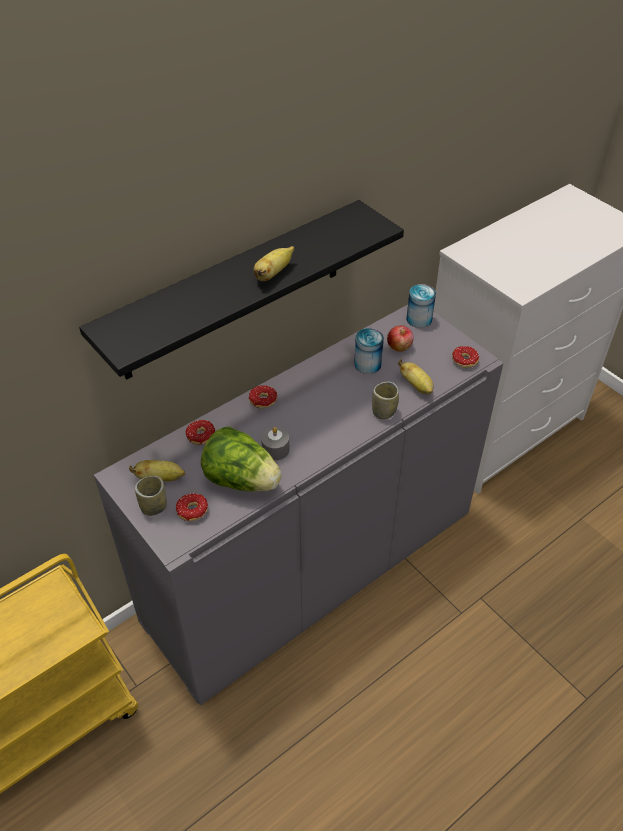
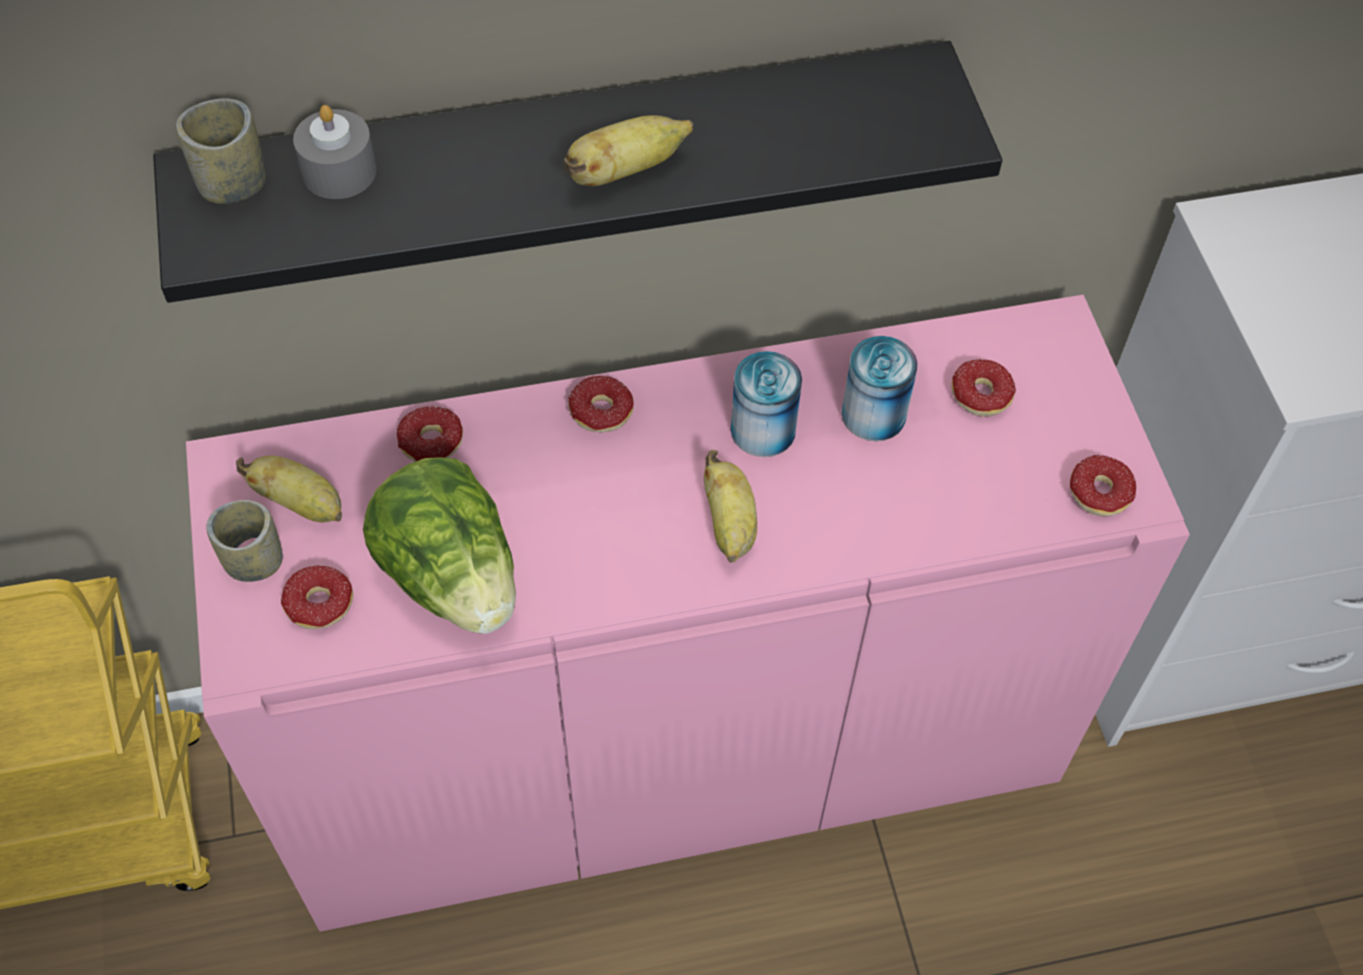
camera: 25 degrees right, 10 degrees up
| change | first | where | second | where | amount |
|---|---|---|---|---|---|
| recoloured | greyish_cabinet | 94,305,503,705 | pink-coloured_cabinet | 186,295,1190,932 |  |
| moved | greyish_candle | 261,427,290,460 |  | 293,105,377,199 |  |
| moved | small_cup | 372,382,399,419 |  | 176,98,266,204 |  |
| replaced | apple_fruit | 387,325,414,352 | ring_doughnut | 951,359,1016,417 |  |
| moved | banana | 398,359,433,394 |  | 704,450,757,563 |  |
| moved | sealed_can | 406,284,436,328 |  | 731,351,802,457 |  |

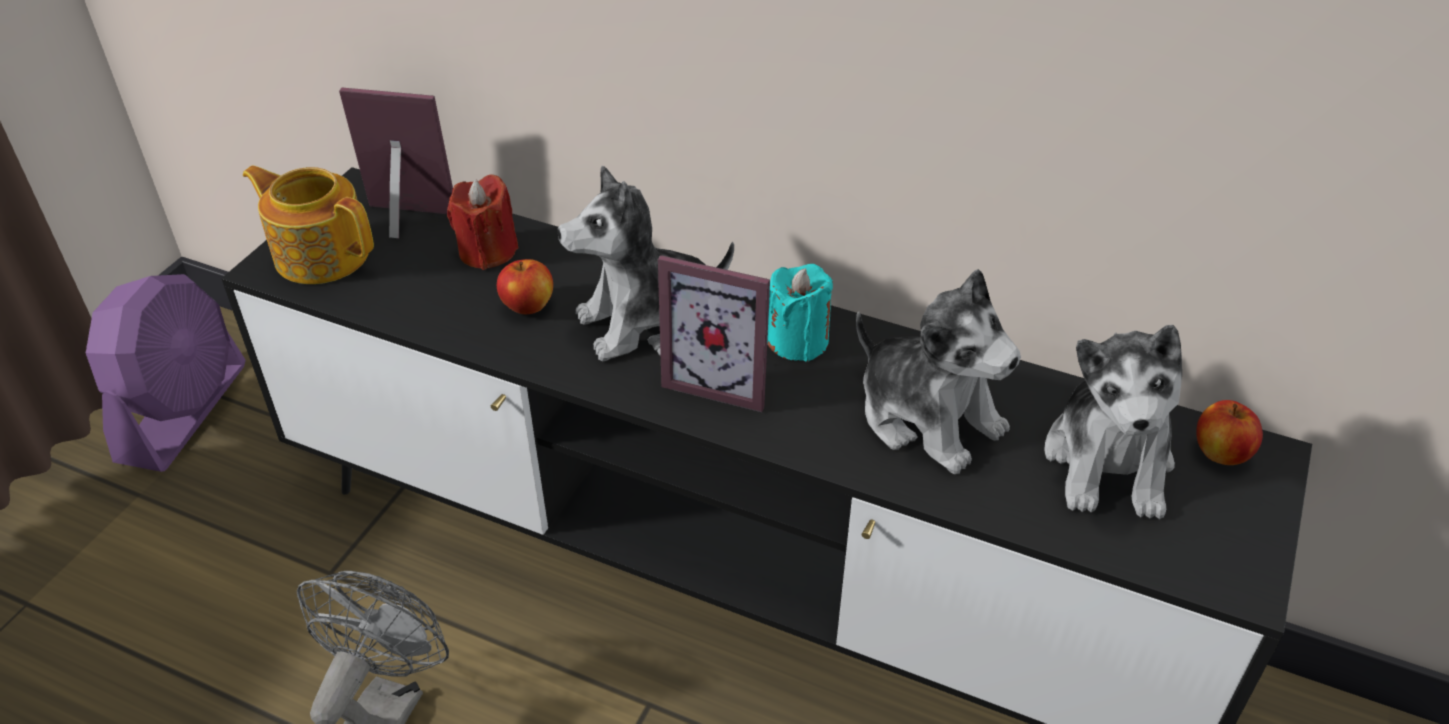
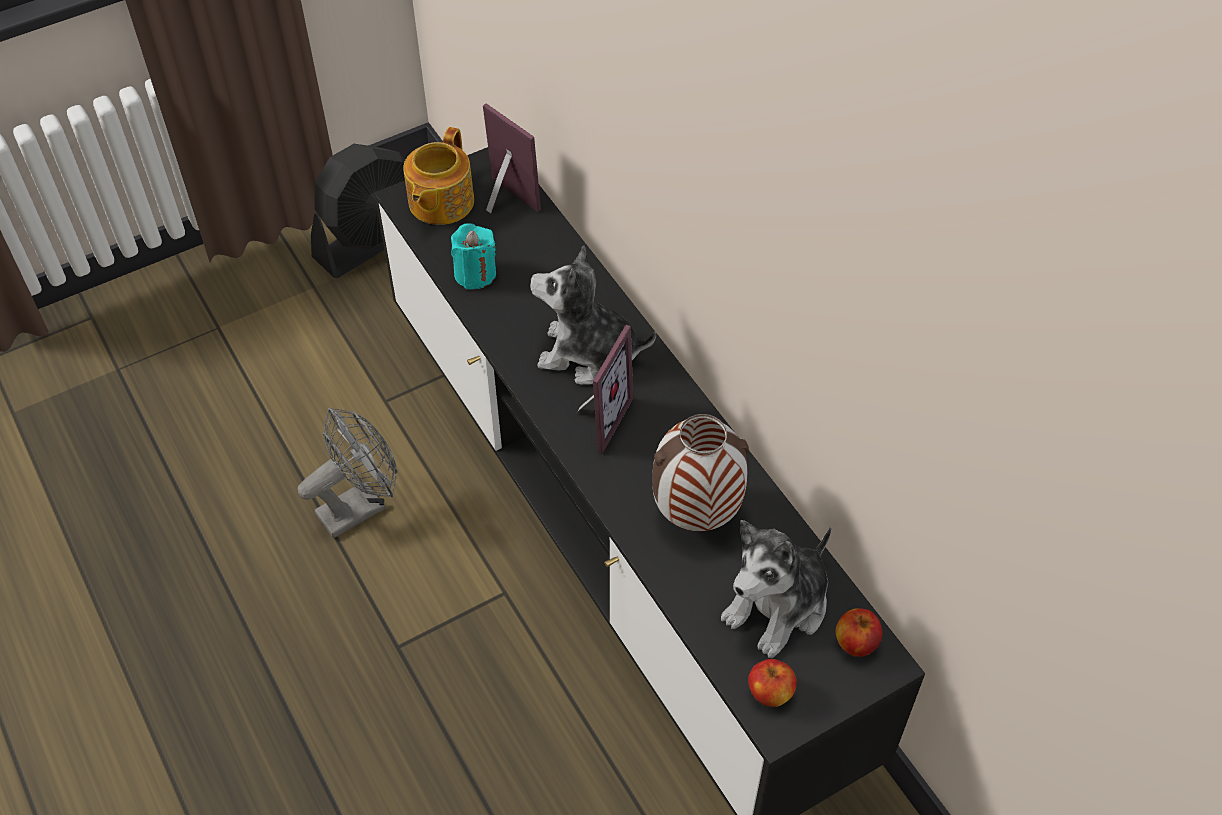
camera: 35 degrees right, 10 degrees up
| change | first | where | second | where | amount |
|---|---|---|---|---|---|
| recoloured | purple-coloured_cooling_fan | 86,274,246,472 | black_cooling_fan | 311,144,405,278 |  |
| turned | teapot | 243,166,374,284 |  | 403,127,474,225 | 135 degrees counterclockwise |
| removed | red_candle | 447,175,519,270 |  |  |  |
| moved | apple_fruit | 497,259,553,314 |  | 748,659,797,707 |  |
| turned | photo_frame | 658,255,770,412 |  | 577,325,633,454 | 120 degrees counterclockwise |
| moved | turquoise-coloured_candle | 767,264,833,362 |  | 451,223,496,289 |  |
| replaced | soft_toy | 856,269,1021,474 | decorative_vase | 652,414,749,531 |  |

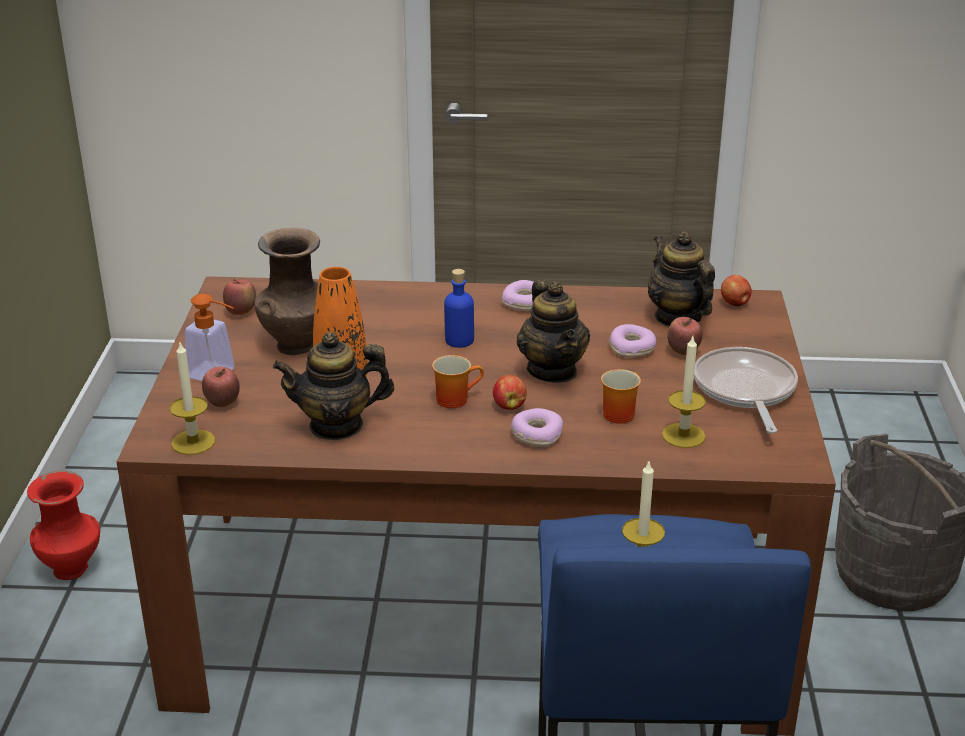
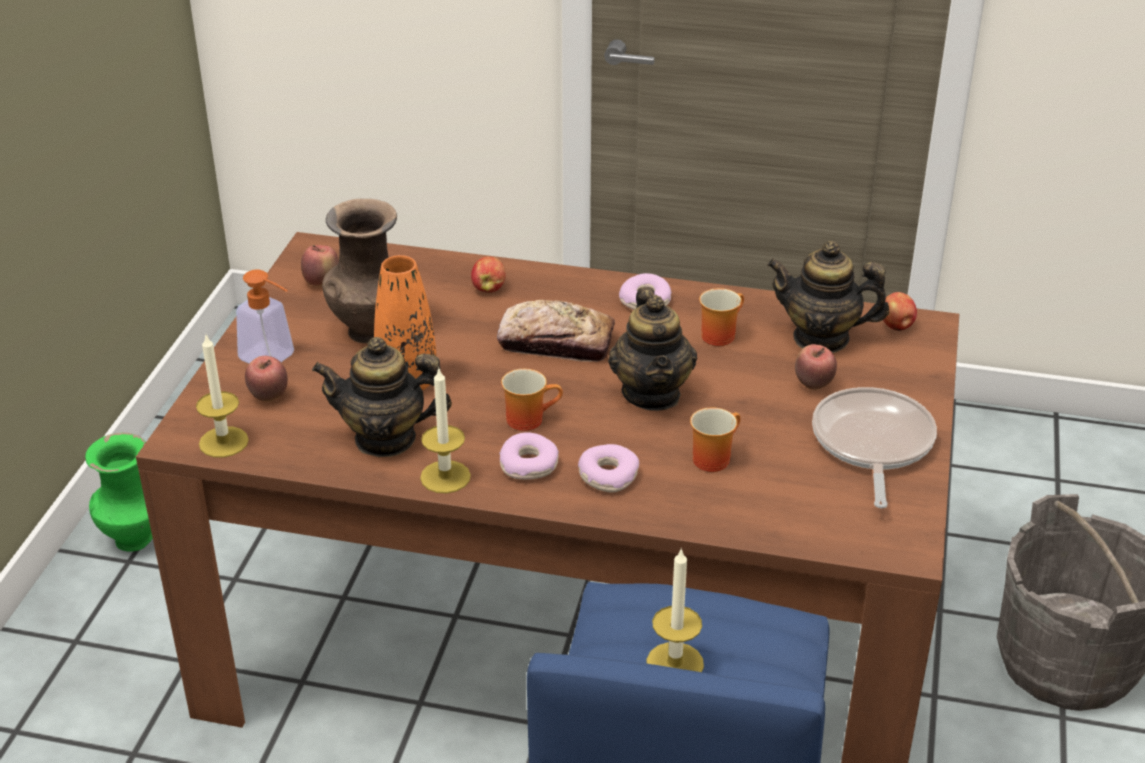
camera: 10 degrees right, 5 degrees up
| change | first | where | second | where | amount |
|---|---|---|---|---|---|
| recoloured | red_decorative_vase | 27,471,100,580 | greenish_decorative_vase | 85,433,153,552 |  |
| replaced | bluish_beverage_bottle | 444,269,474,348 | baked_bread | 497,300,615,362 |  |
| moved | apple_fruit | 493,375,527,410 |  | 471,256,506,293 |  |
| moved | ring_doughnut | 609,324,656,358 |  | 499,432,559,480 |  |
| turned | teapot | 648,231,715,327 |  | 767,241,889,353 | 60 degrees counterclockwise |
| moved | candle | 662,337,706,448 |  | 420,369,471,493 |  |
| added |  |  | mug | 699,288,744,346 |  |

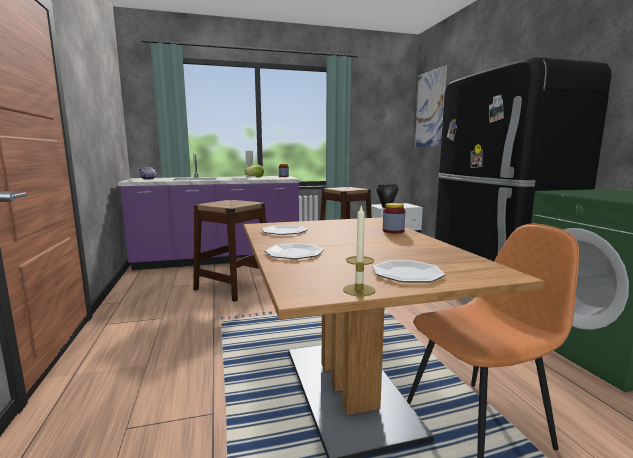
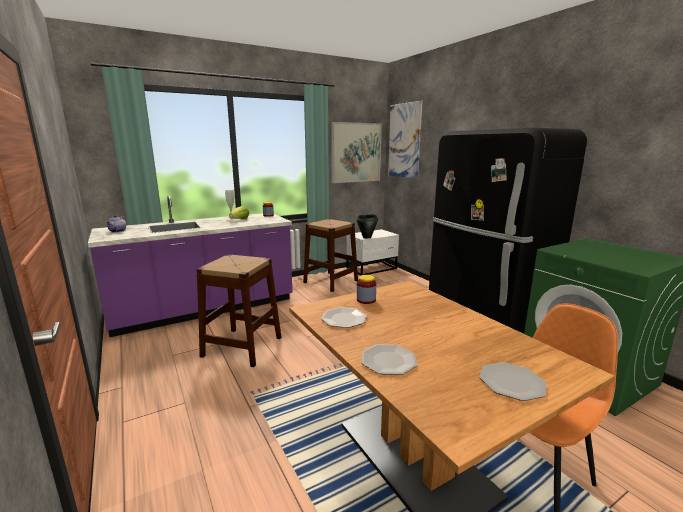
camera: 15 degrees left, 5 degrees up
| change | first | where | second | where | amount |
|---|---|---|---|---|---|
| removed | candle | 343,204,376,296 |  |  |  |
| moved | preserve_jar | 383,203,405,233 |  | 357,275,376,304 |  |
| added |  |  | wall_art | 331,122,382,183 |  |

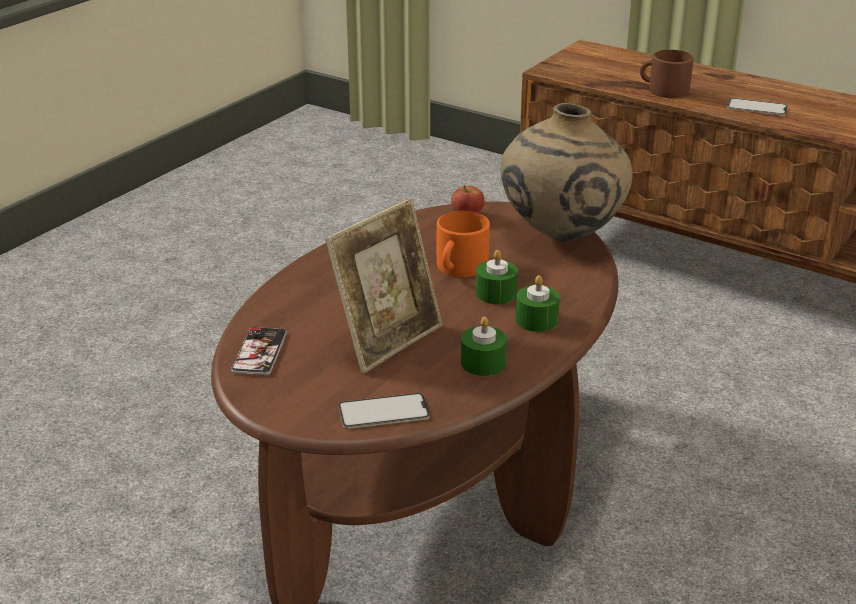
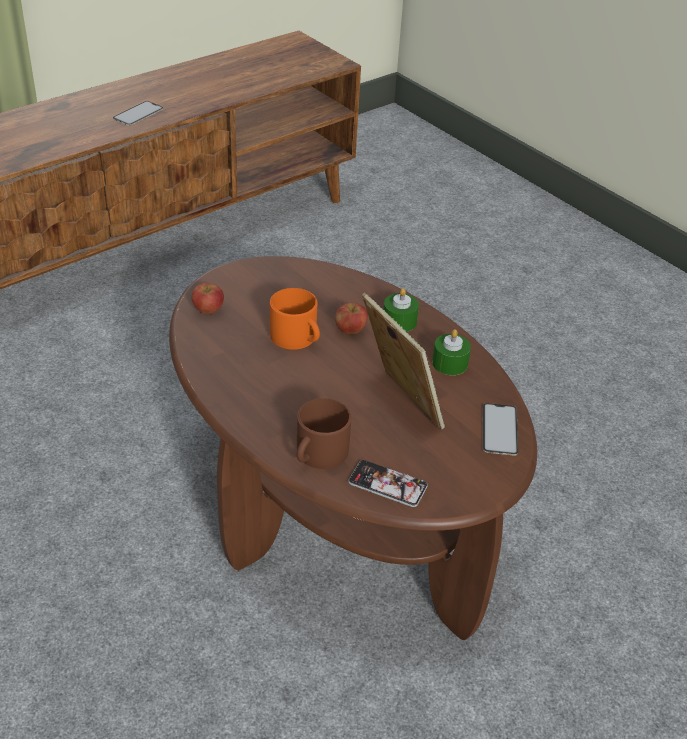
camera: 75 degrees left, 10 degrees up
| change | first | where | second | where | amount |
|---|---|---|---|---|---|
| replaced | greenish_candle | 476,250,518,304 | apple_fruit | 335,303,368,334 |  |
| removed | beige-coloured_decorative_vase | 500,103,632,241 |  |  |  |
| moved | brownish_mug | 640,50,694,98 |  | 297,398,352,469 |  |

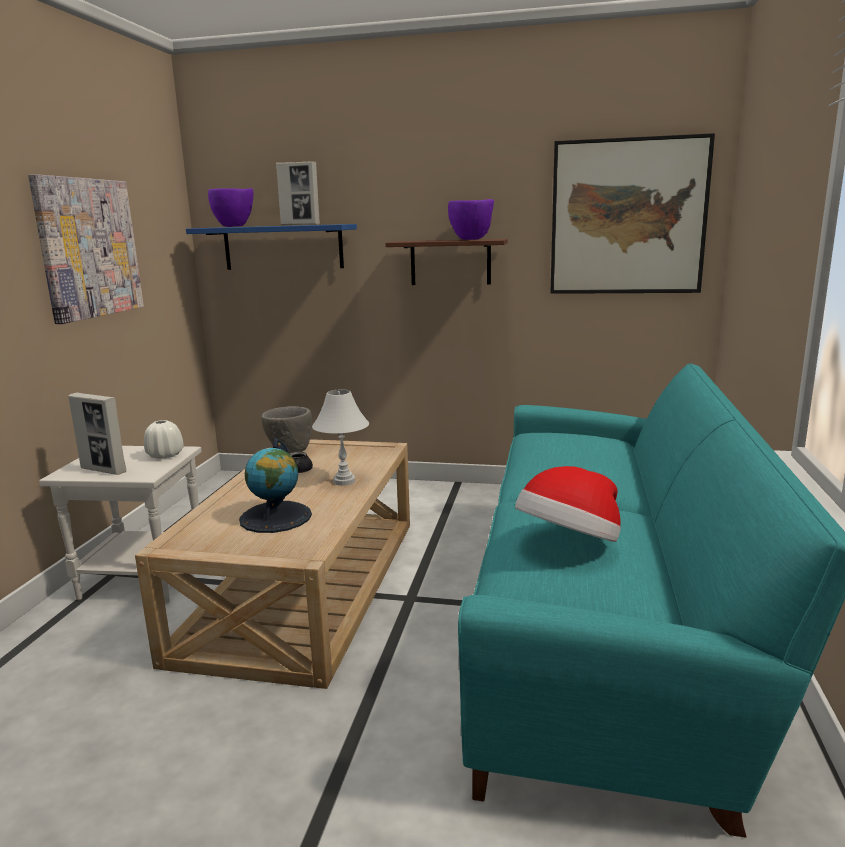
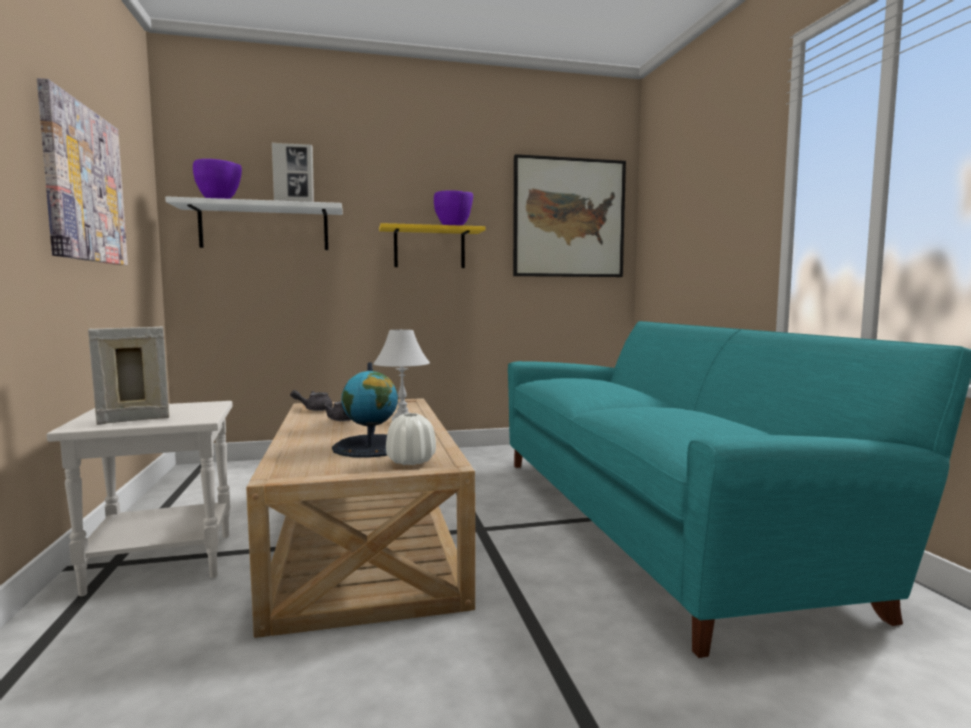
camera: 25 degrees left, 10 degrees down
| change | first | where | second | where | amount |
|---|---|---|---|---|---|
| turned | photo_frame | 68,393,126,475 |  | 88,326,169,425 | 150 degrees clockwise |
| moved | whitish_decorative_vase | 144,420,184,459 |  | 386,413,436,465 |  |
| recoloured | bluish_wall_shelf | 186,224,357,270 | whitish_wall_shelf | 165,196,343,250 |  |
| replaced | greyish_deep_dish | 261,406,312,453 | greyish_teapot | 290,390,333,411 |  |
| recoloured | brownish_wall_shelf | 385,239,508,285 | yellow-coloured_wall_shelf | 379,223,486,268 |  |
| removed | clothing_hat | 515,466,621,542 |  |  |  |

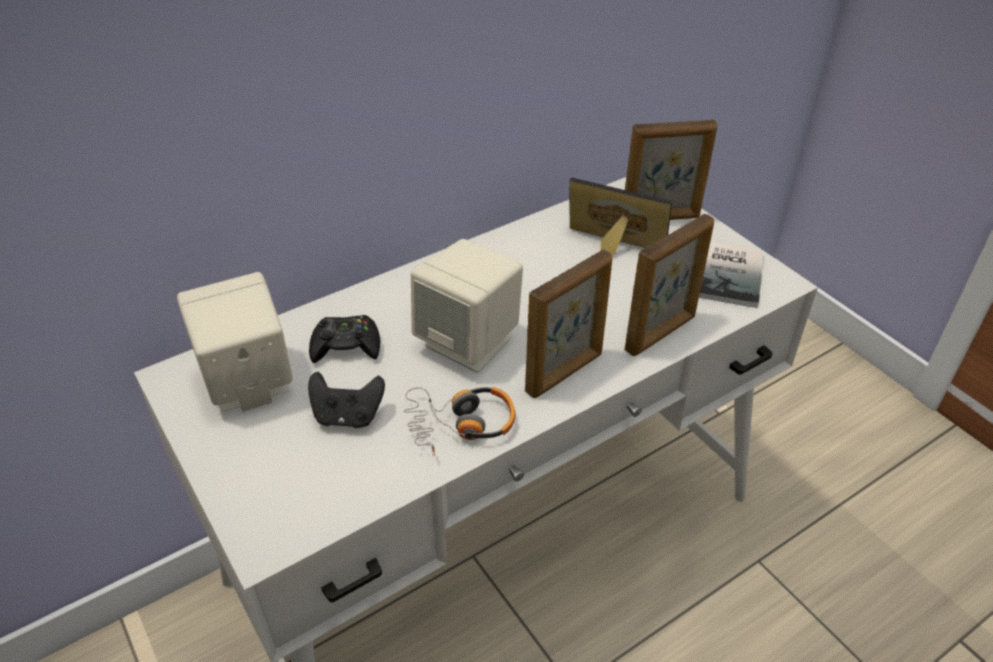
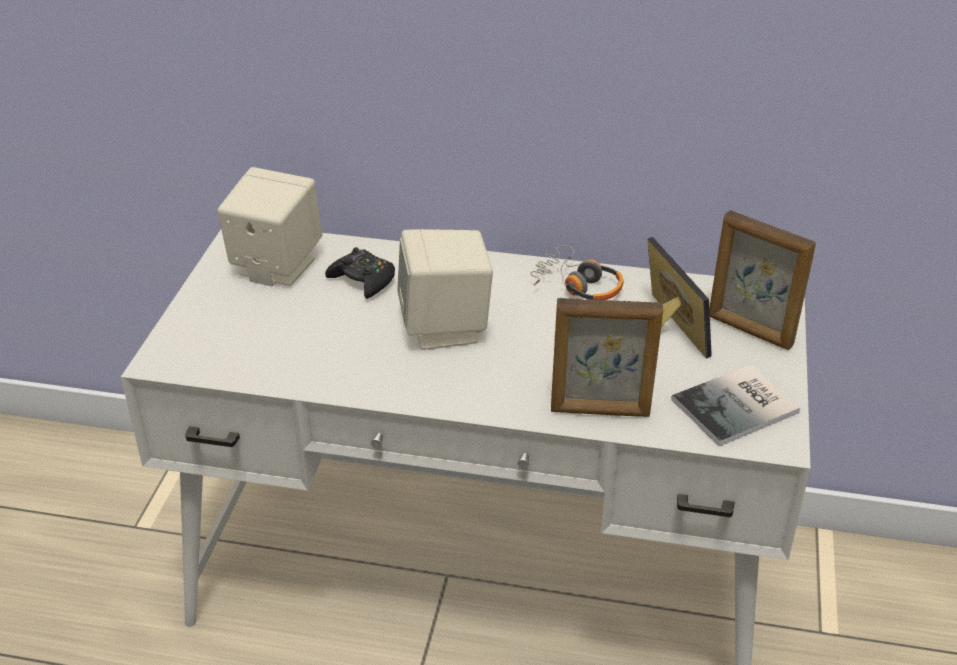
camera: 45 degrees right, 5 degrees down
| change | first | where | second | where | amount |
|---|---|---|---|---|---|
| removed | black_game_controller | 308,372,385,428 |  |  |  |
| moved | headphones | 404,387,515,456 |  | 530,245,623,300 |  |
| removed | photo_frame | 525,249,613,398 |  |  |  |

